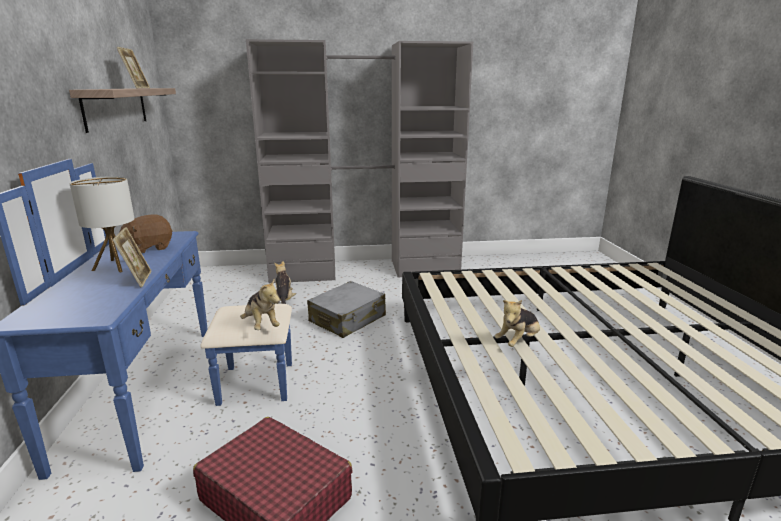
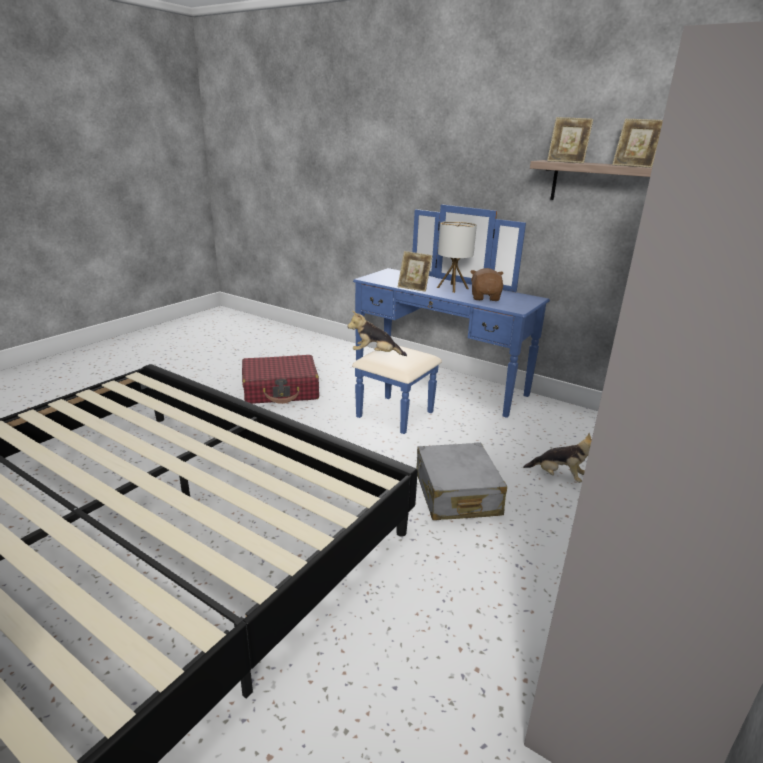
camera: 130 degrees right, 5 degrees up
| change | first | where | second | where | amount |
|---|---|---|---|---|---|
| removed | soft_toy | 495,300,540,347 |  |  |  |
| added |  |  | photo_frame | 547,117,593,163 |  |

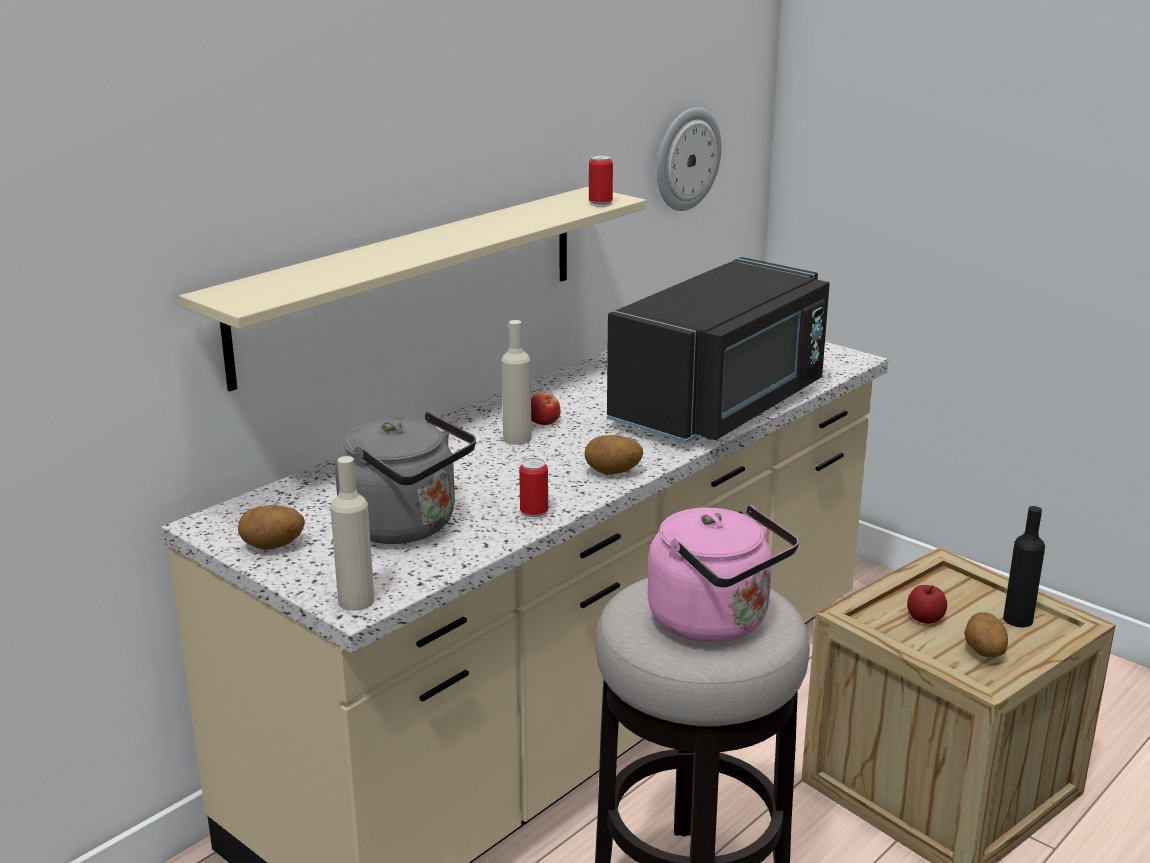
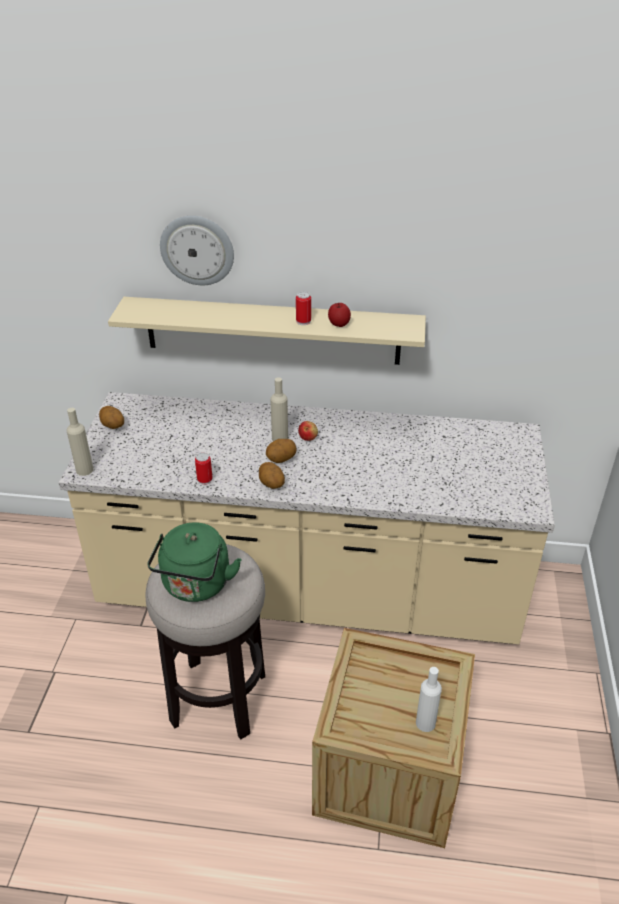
camera: 55 degrees right, 15 degrees up
| change | first | where | second | where | amount |
|---|---|---|---|---|---|
| removed | greyish_tea_kettle | 335,412,476,544 |  |  |  |
| moved | sealed_can | 589,155,613,207 |  | 296,292,311,325 |  |
| removed | black_kitchen_microwave | 607,257,830,443 |  |  |  |
| recoloured | pink-coloured_tea_kettle | 648,505,799,642 | greenish_tea_kettle | 147,522,242,602 |  |
| moved | clock_on_the_wall | 657,107,721,211 |  | 160,216,234,285 |  |
| moved | apple_fruit | 907,585,947,624 |  | 328,303,351,327 |  |
| moved | whole_potato | 964,612,1008,658 |  | 266,439,297,463 |  |
| recoloured | black_beverage_bottle | 1003,506,1045,627 | whitish_beverage_bottle | 416,667,442,732 |  |

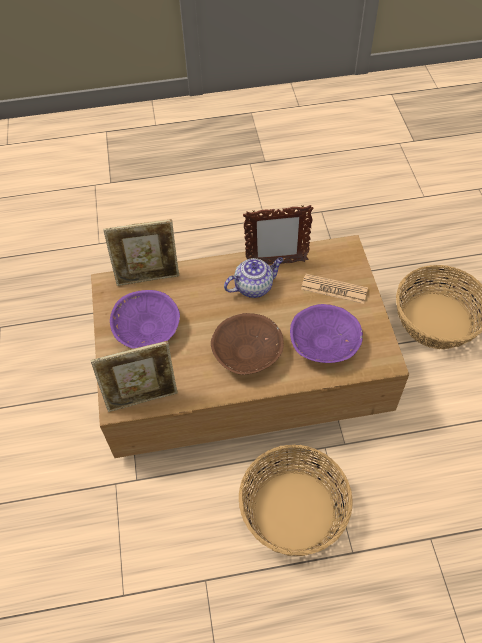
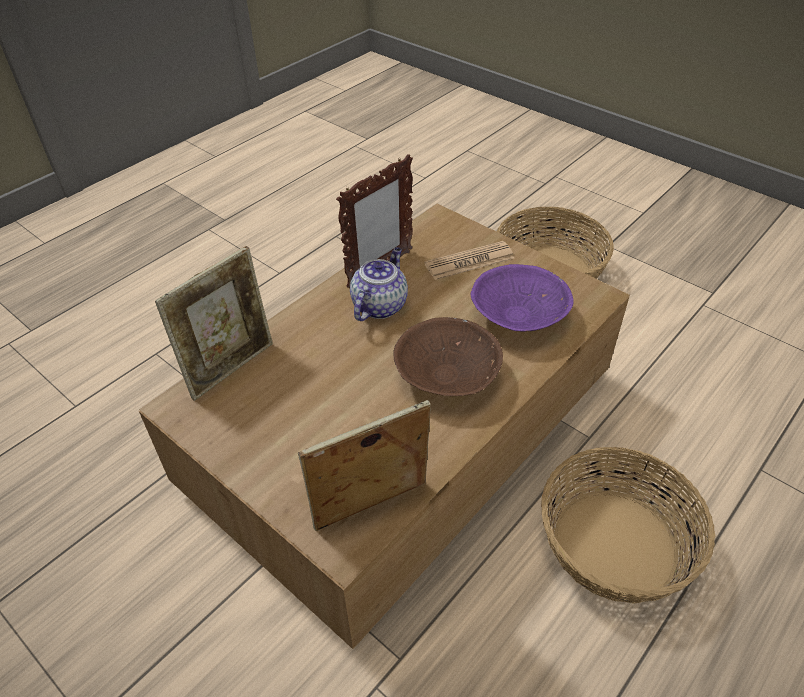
camera: 40 degrees left, 10 degrees down
| change | first | where | second | where | amount |
|---|---|---|---|---|---|
| turned | photo_frame | 91,341,178,412 |  | 298,400,431,531 | 150 degrees counterclockwise |
| removed | purple-coloured_deep_dish | 110,290,180,349 |  |  |  |

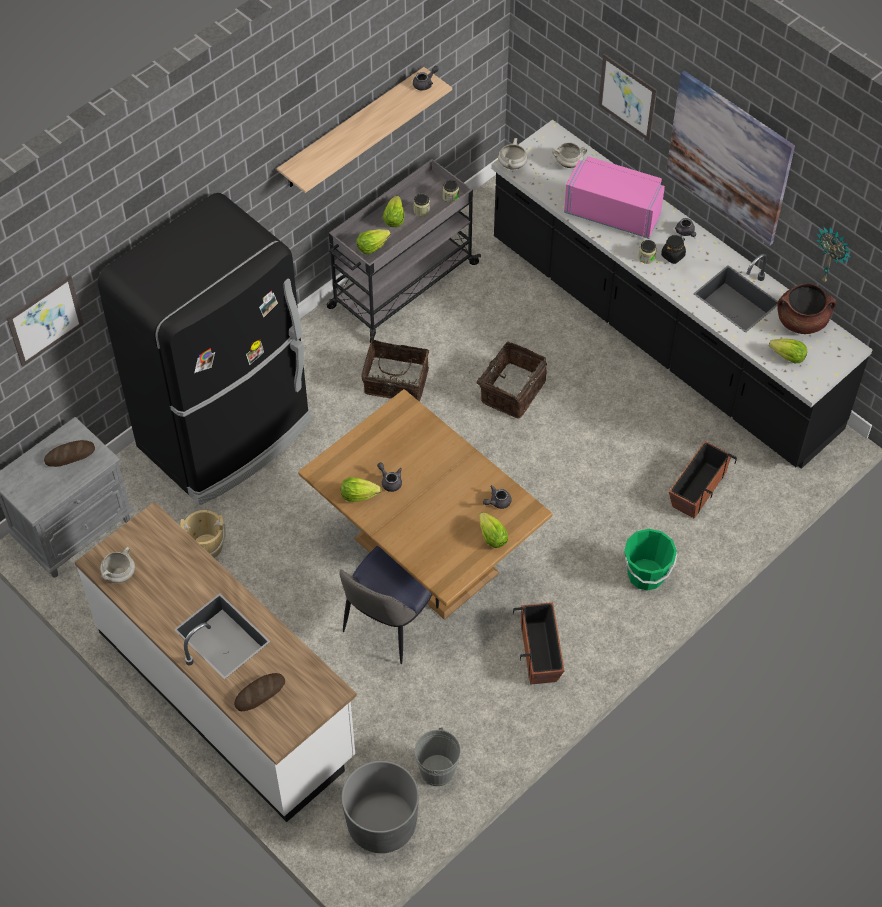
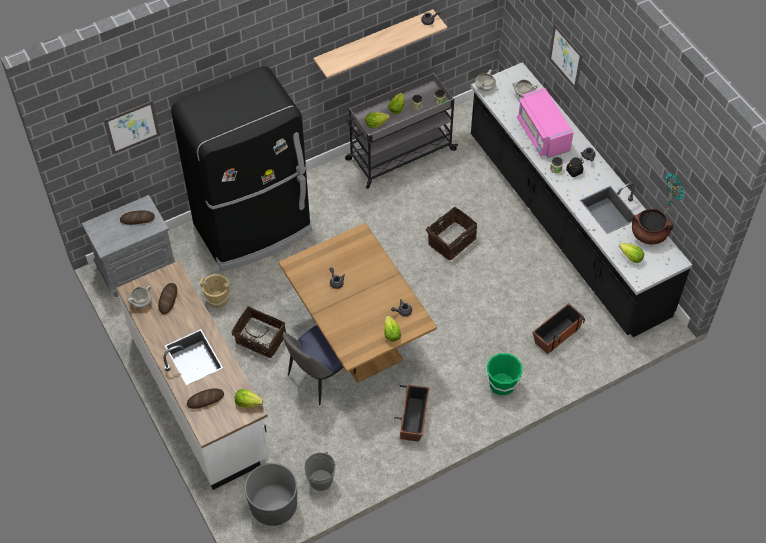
camera: 15 degrees right, 0 degrees up
| change | first | where | second | where | amount |
|---|---|---|---|---|---|
| moved | head_of_lettuce | 341,477,381,502 |  | 235,389,264,408 |  |
| moved | storage_basket | 361,340,429,401 |  | 232,306,286,358 |  |
| turned | pink-coloured_kitchen_microwave | 564,156,665,239 |  | 517,88,574,158 | 150 degrees counterclockwise |
| removed | wall_art | 666,71,795,246 |  |  |  |
| added |  |  | baked_bread | 158,283,177,314 |  |

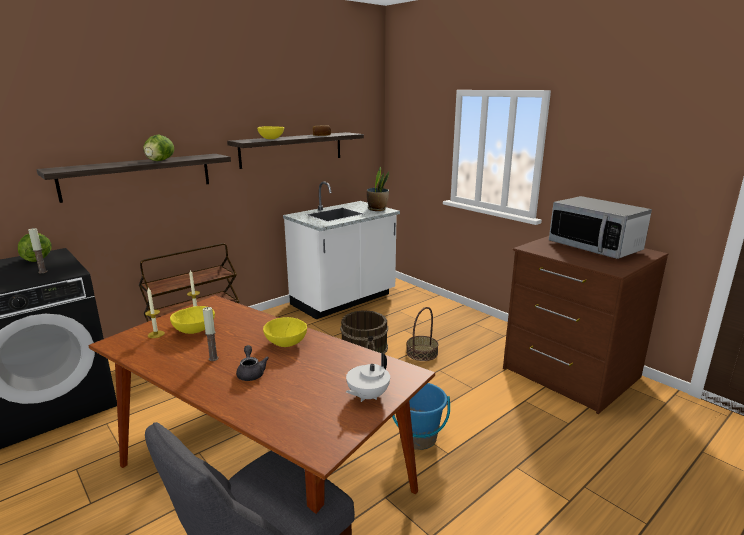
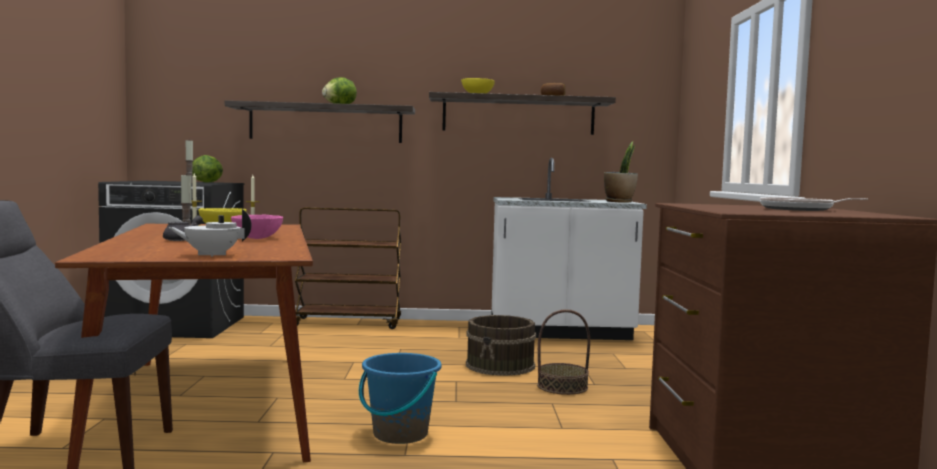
camera: 40 degrees right, 15 degrees down
| change | first | where | second | where | amount |
|---|---|---|---|---|---|
| recoloured | yellow-coloured_deep_dish | 263,317,307,347 | pink-coloured_deep_dish | 231,215,283,239 |  |
| replaced | kitchen_microwave | 549,196,652,259 | frying_pan | 760,197,868,211 |  |

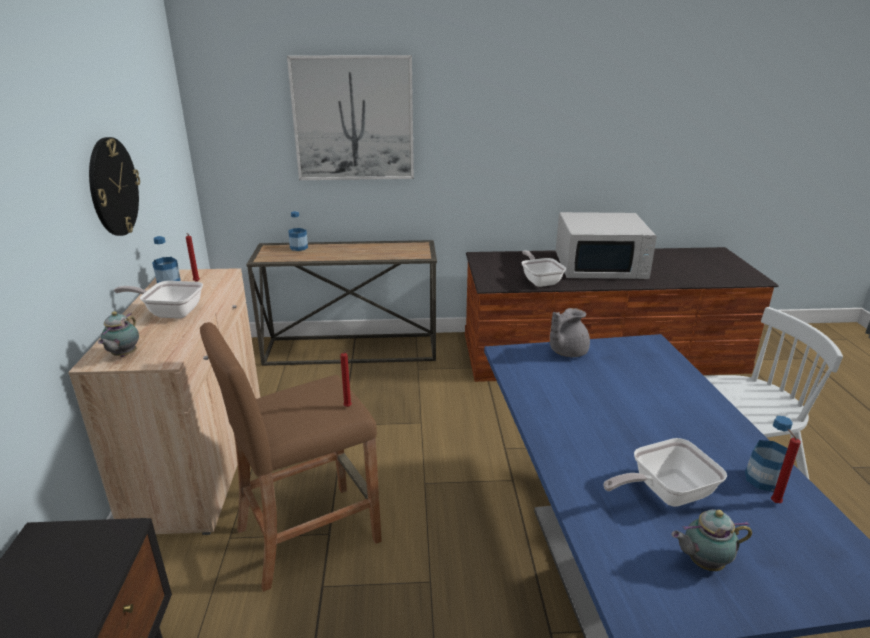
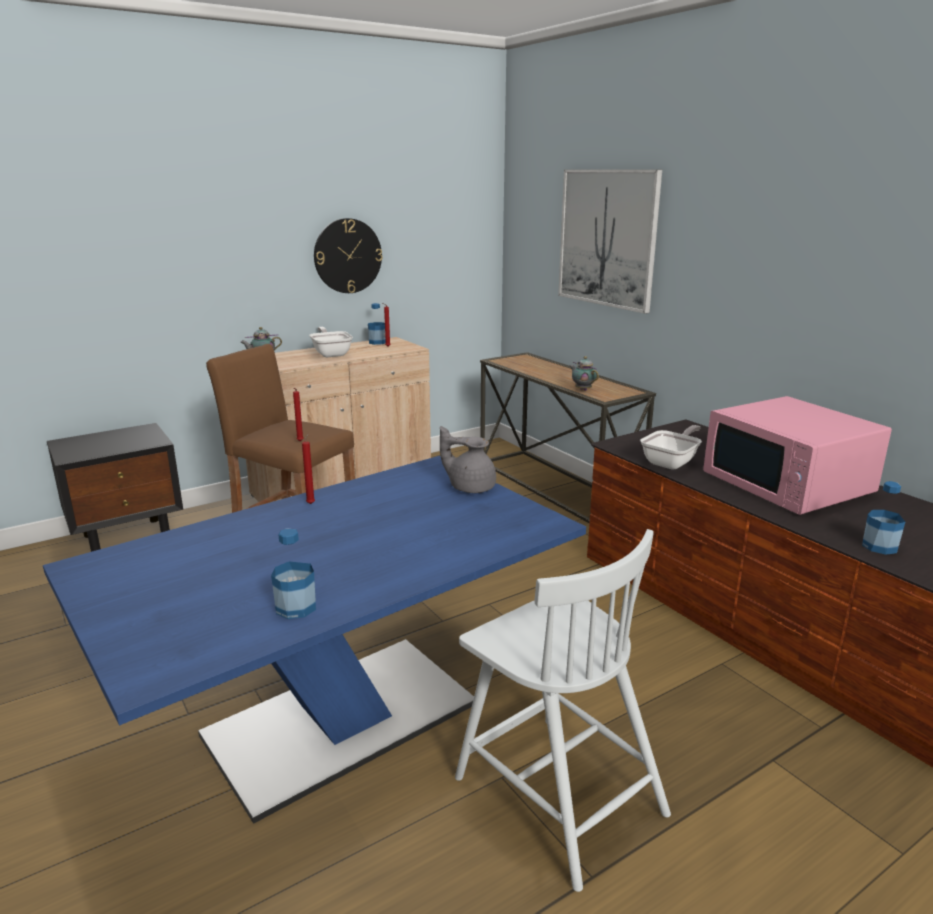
camera: 60 degrees right, 5 degrees down
| change | first | where | second | where | amount |
|---|---|---|---|---|---|
| moved | beverage_bottle | 288,211,308,251 |  | 862,481,905,555 |  |
| recoloured | whitish_kitchen_microwave | 556,212,657,279 | pink-coloured_kitchen_microwave | 703,396,892,515 |  |
| removed | frying_pan | 603,438,727,507 |  |  |  |
| moved | teapot | 671,510,752,571 |  | 570,356,599,391 |  |
| moved | red_candle | 771,429,801,503 |  | 302,433,315,504 |  |

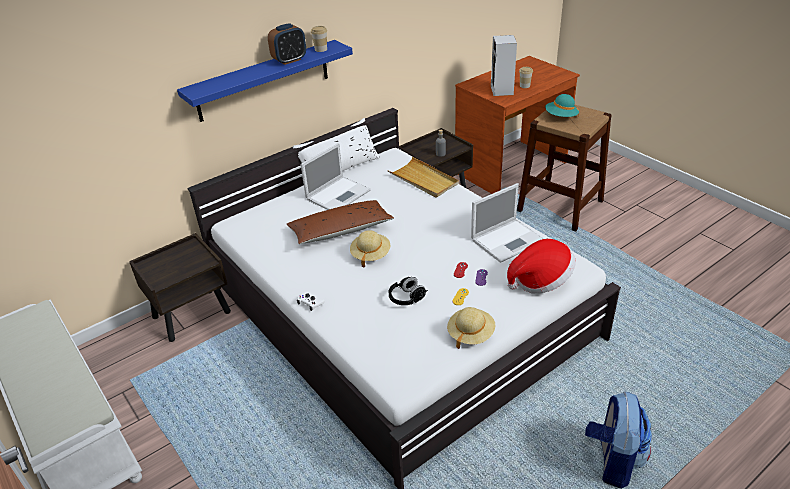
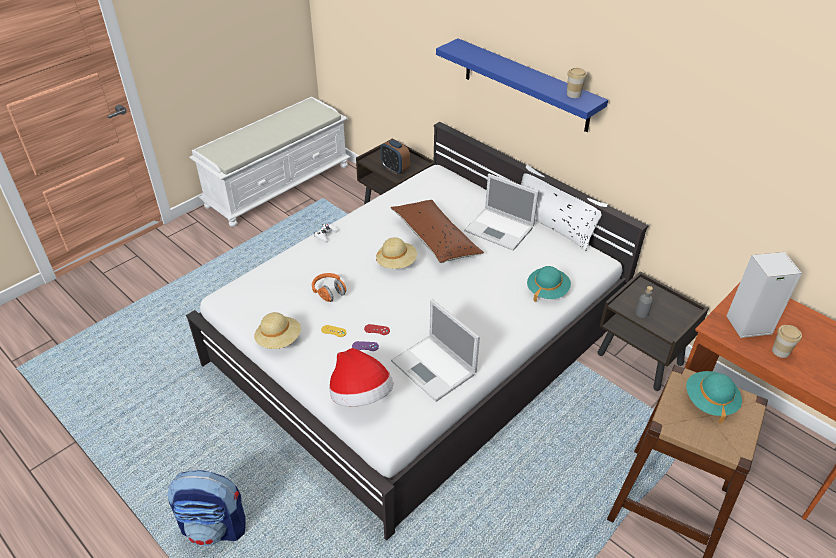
camera: 80 degrees right, 5 degrees up
| change | first | where | second | where | amount |
|---|---|---|---|---|---|
| moved | alarm_clock | 268,23,306,65 |  | 380,139,410,175 |  |
| replaced | beige-coloured_tray | 388,157,459,198 | turquoise-coloured_clothing_hat | 527,266,571,302 |  |
| recoloured | black_headphones | 389,277,428,305 | orangey_headphones | 312,273,346,302 |  |

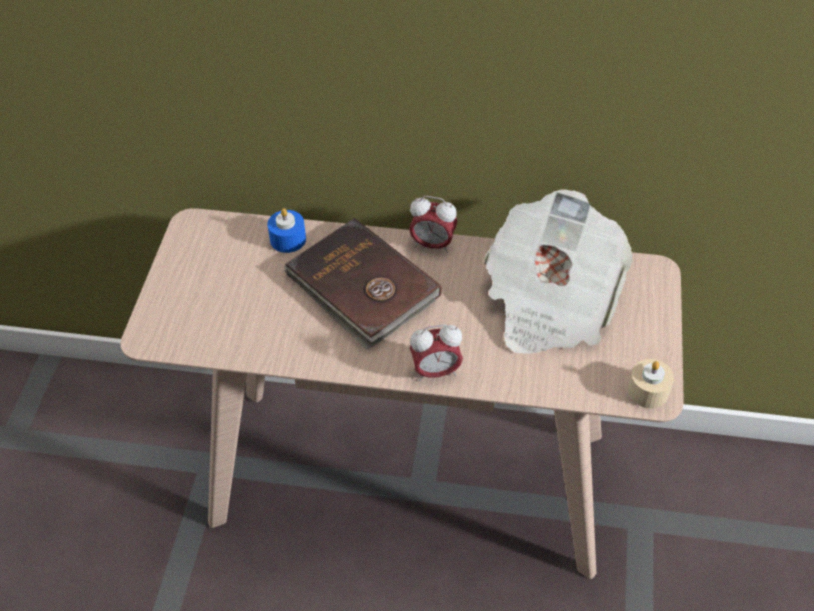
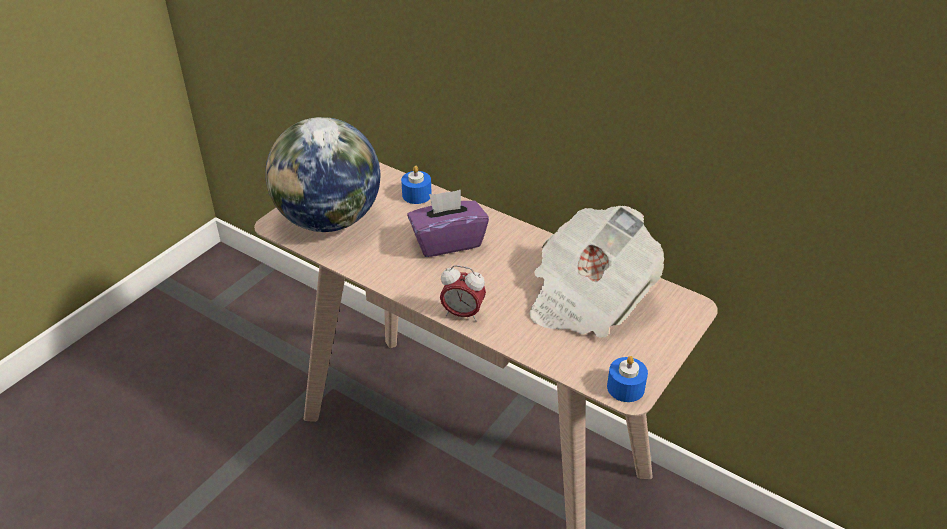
camera: 25 degrees right, 10 degrees down
| change | first | where | second | where | amount |
|---|---|---|---|---|---|
| replaced | brownish_bound_book | 284,218,442,350 | purple-coloured_tissue_holder | 407,190,489,257 |  |
| removed | alarm_clock | 409,196,457,253 |  |  |  |
| recoloured | beige-coloured_candle | 628,359,674,408 | bluish_candle | 607,356,648,402 |  |
| added |  |  | world_globe | 265,117,380,232 |  |

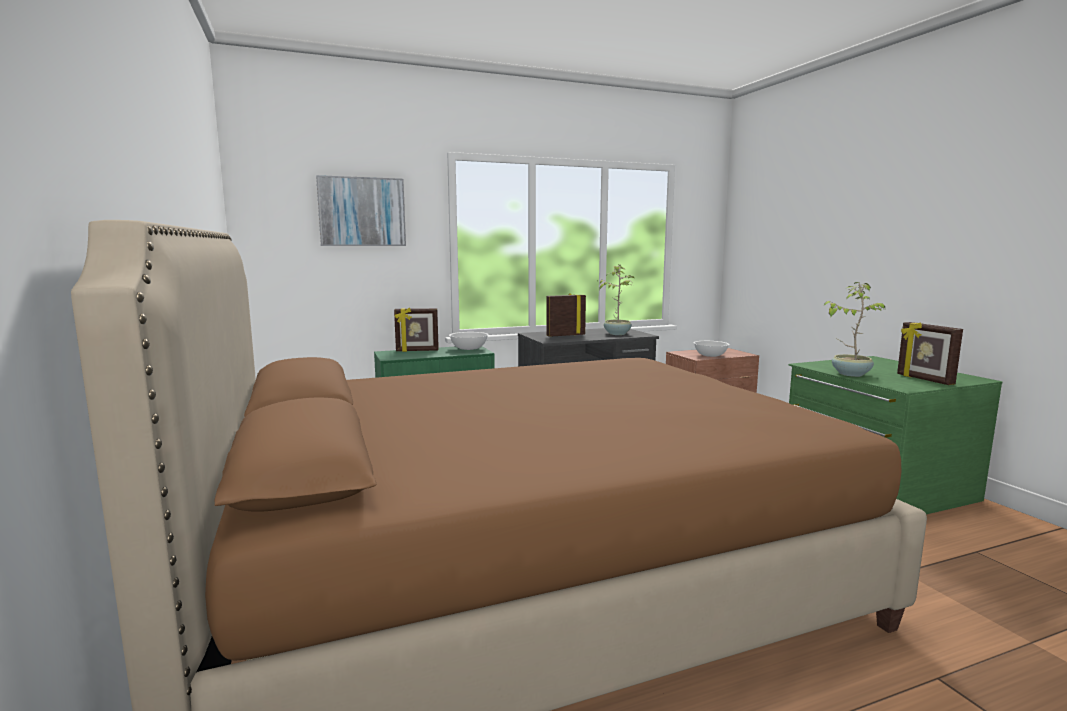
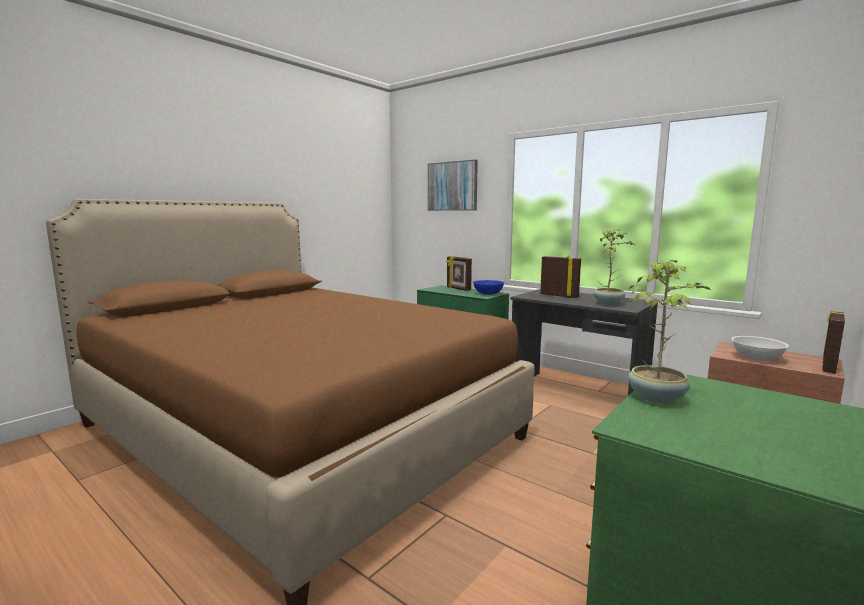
camera: 60 degrees right, 0 degrees up
| change | first | where | second | where | amount |
|---|---|---|---|---|---|
| recoloured | whitish_deep_dish | 449,332,489,350 | bluish_deep_dish | 473,280,505,295 |  |
| moved | photo_frame | 897,322,963,385 |  | 822,311,845,374 |  |

